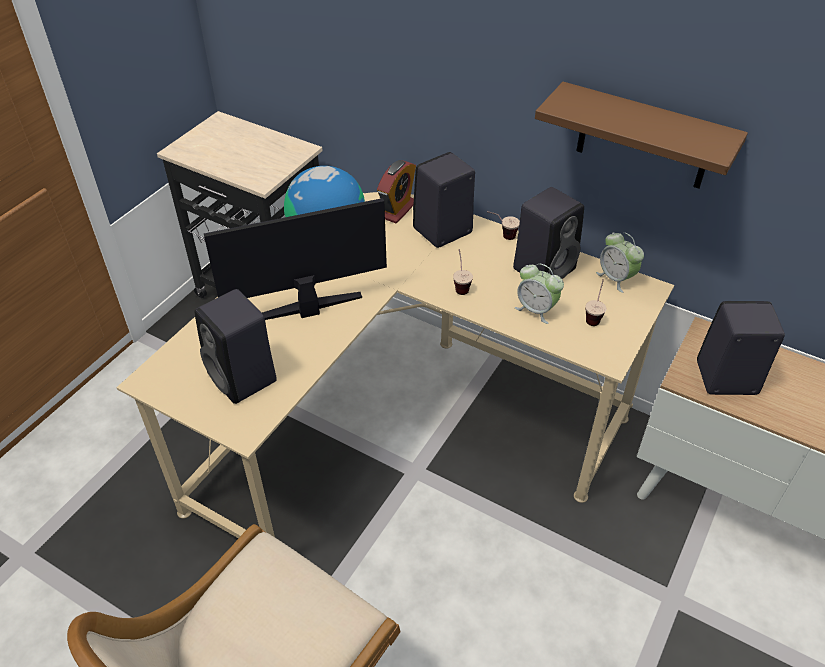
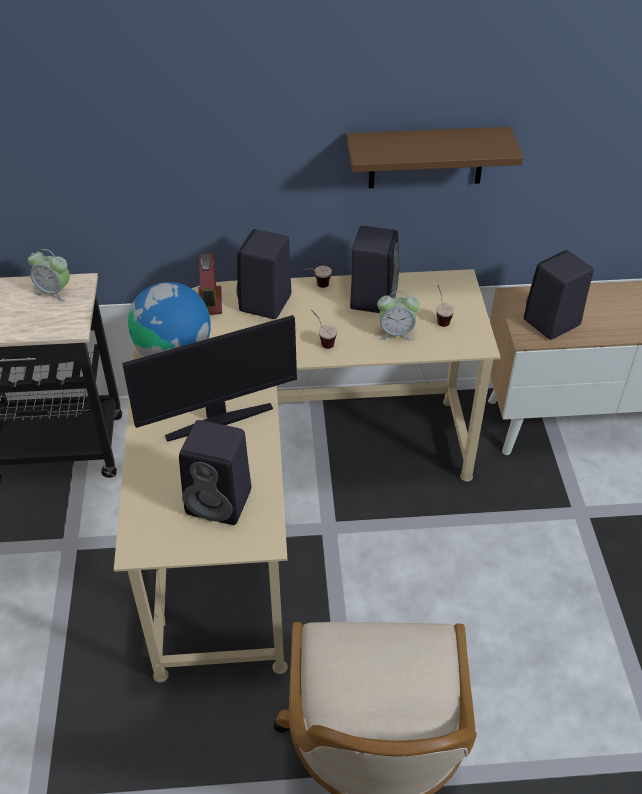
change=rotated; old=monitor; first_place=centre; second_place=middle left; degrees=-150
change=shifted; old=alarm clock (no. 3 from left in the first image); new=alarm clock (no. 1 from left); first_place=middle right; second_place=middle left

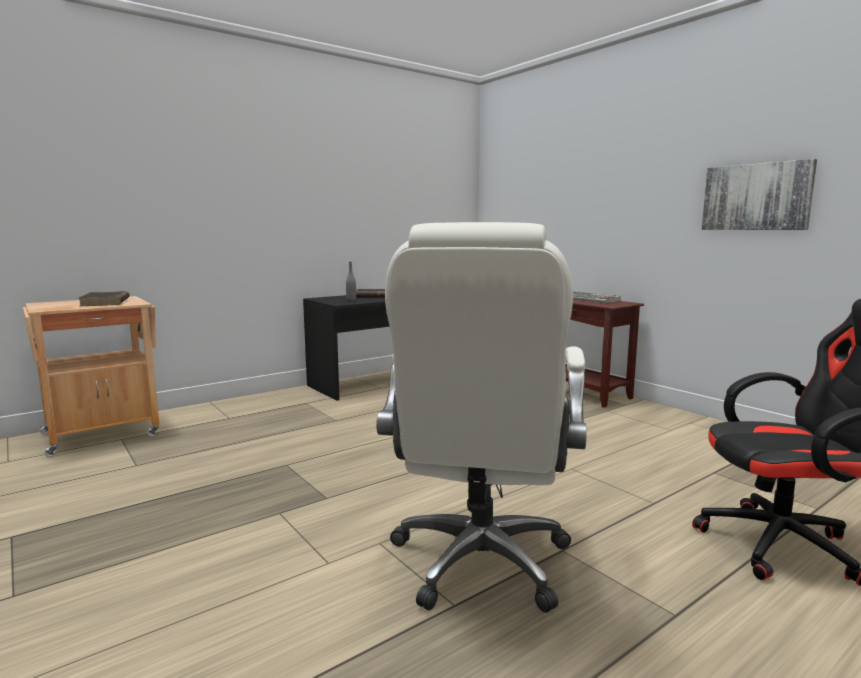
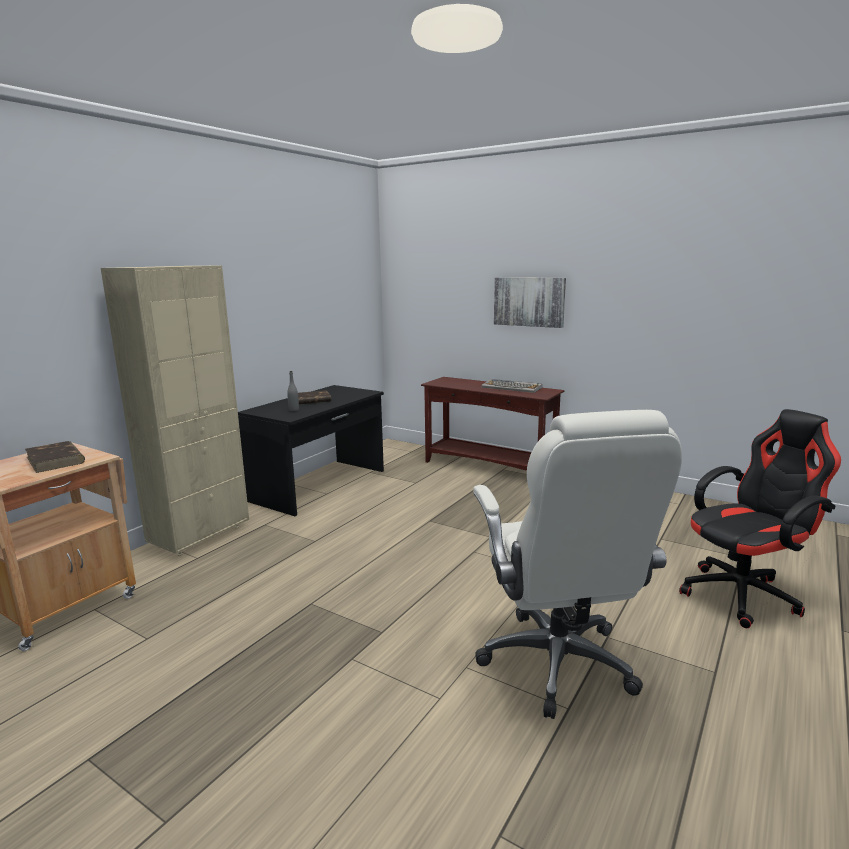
change=shifted; old=picture; first_place=top right; second_place=centre
change=new; new=beige cabinet; second_place=middle left

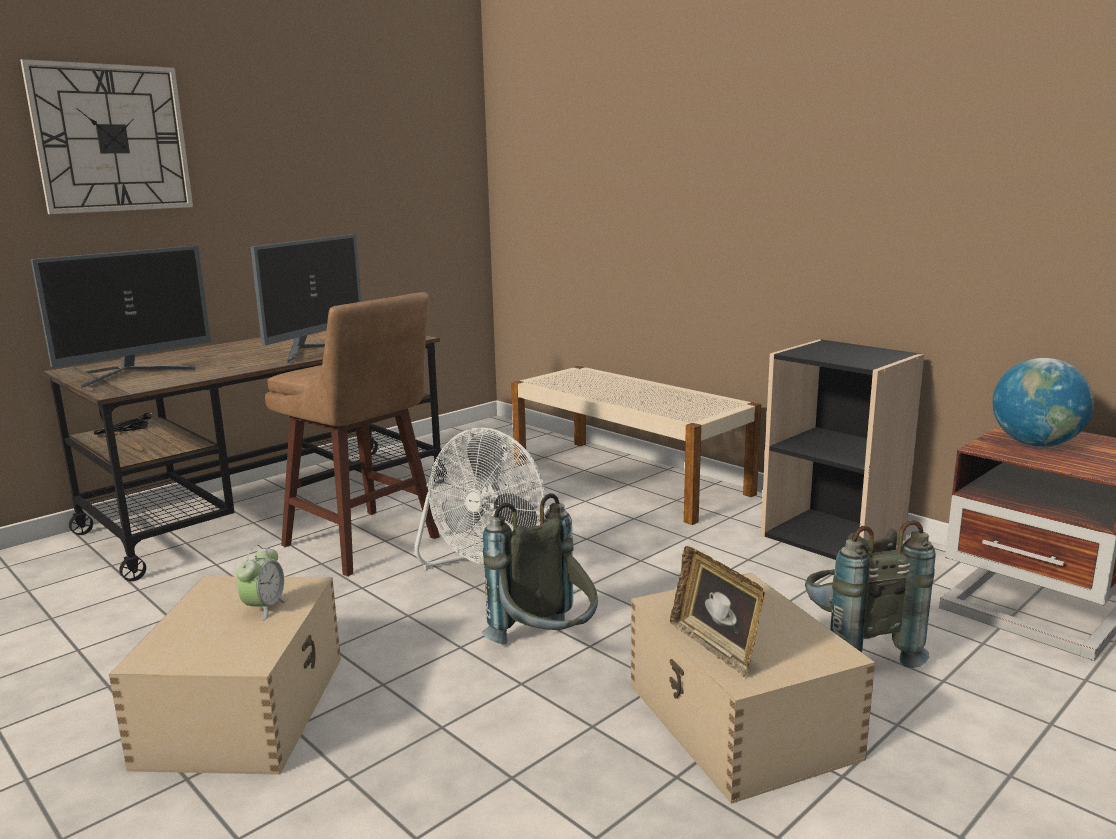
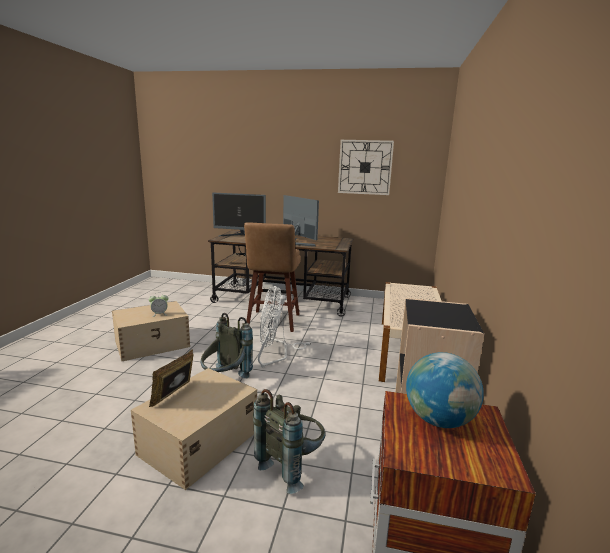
change=shifted; old=wall clock; first_place=top left; second_place=top centre
change=rotated; old=monitor (no. 2 from left); first_place=middle left; second_place=centre; degrees=-120

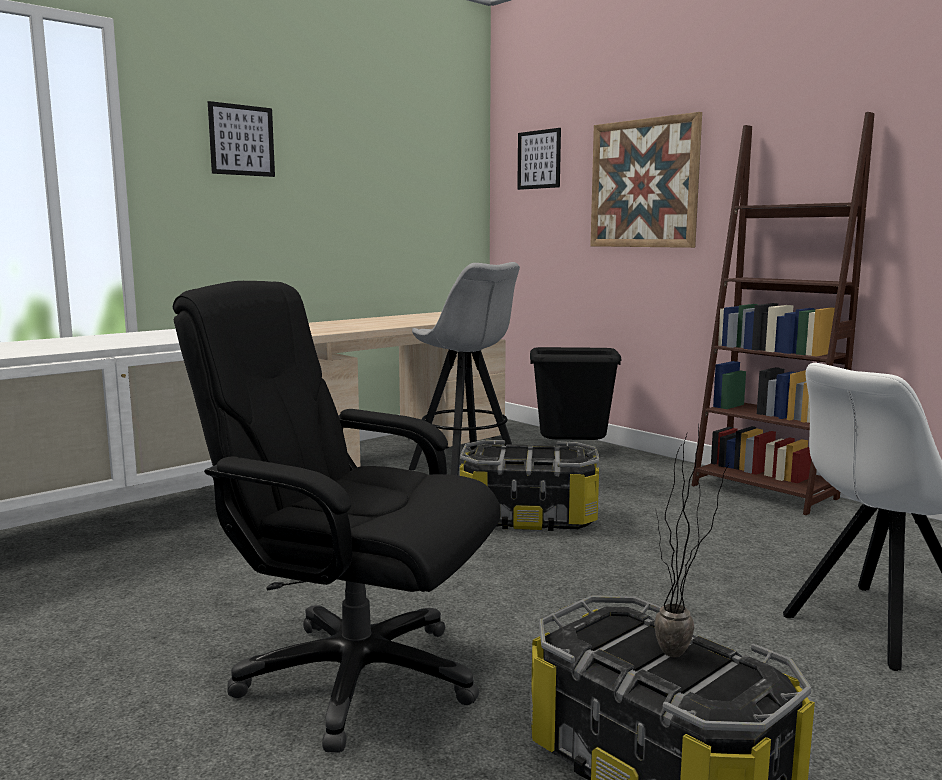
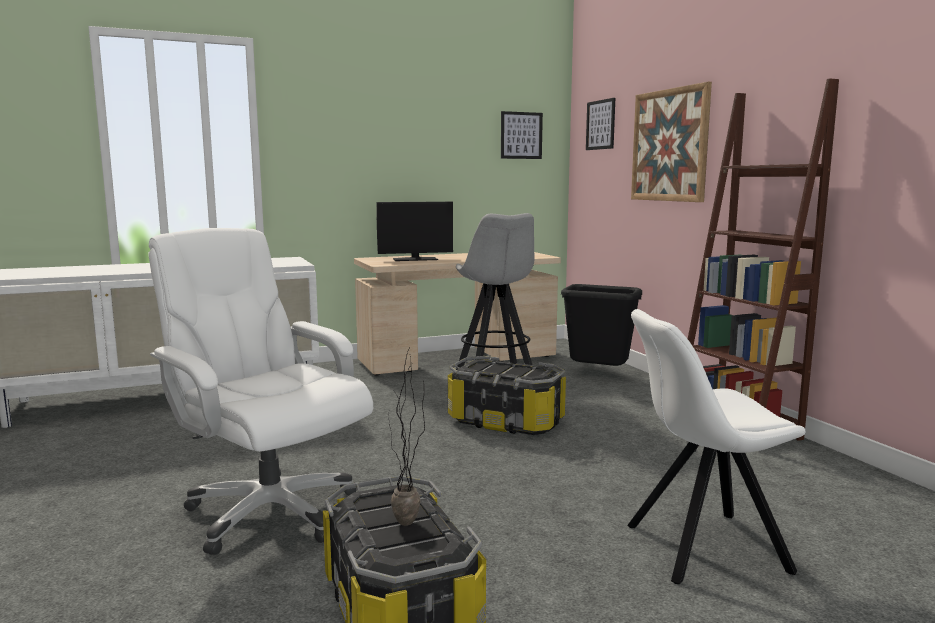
change=repainted; old=black office chair; new=white office chair; first_place=centre; second_place=middle left
change=shifted; old=picture (no. 1 from left); first_place=top left; second_place=top centre
change=new; new=monitor; second_place=centre

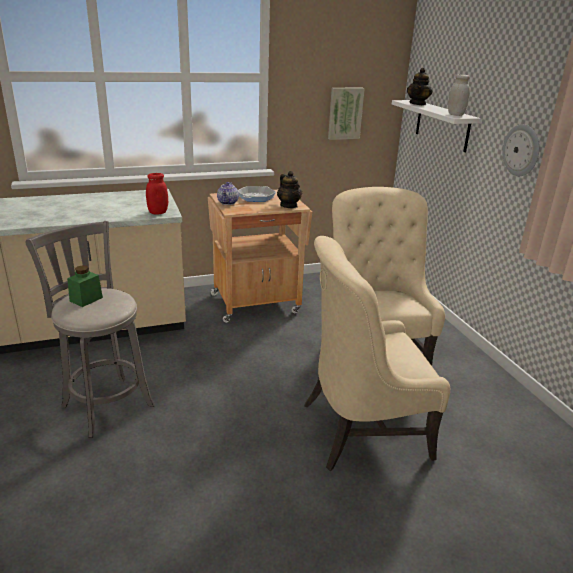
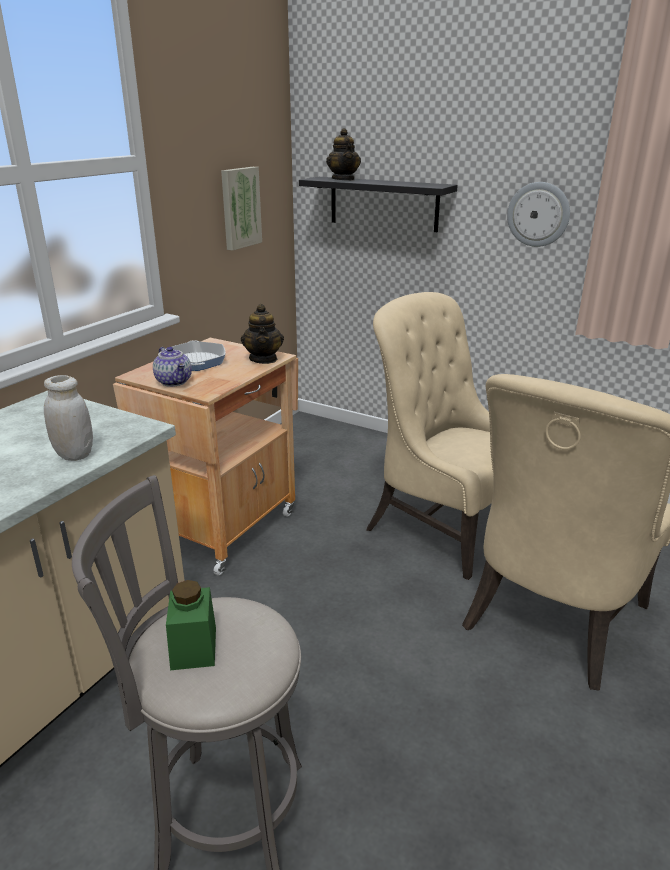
change=gone; old=red jar; first_place=middle left
change=rotated; old=teapot (no. 2 from left); first_place=top centre; second_place=centre; degrees=60
change=repainted; old=white shelf; new=black shelf; first_place=top right; second_place=top centre
change=shifted; old=white jar; first_place=top right; second_place=middle left

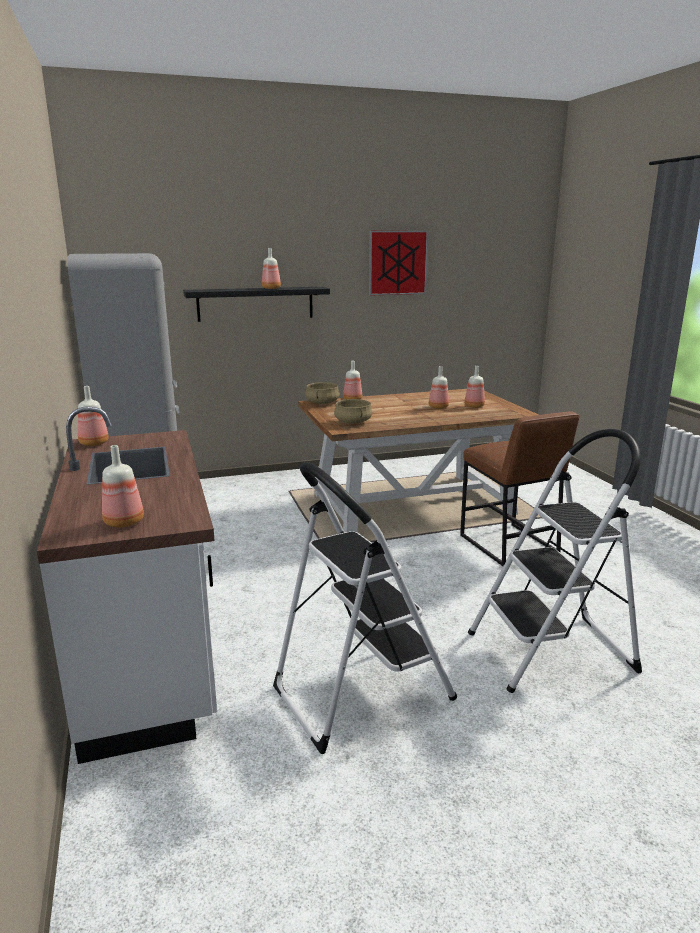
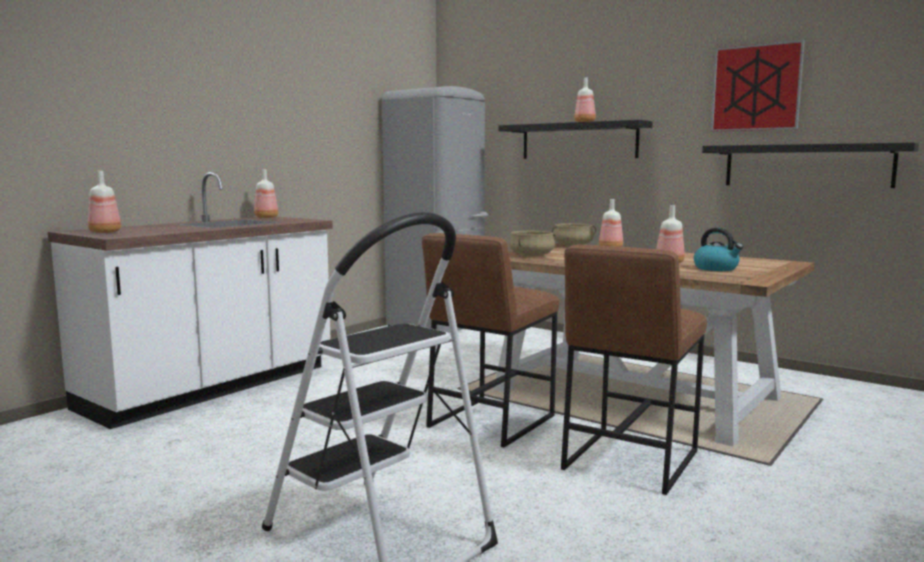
change=gone; old=step ladder (no. 1 from left); first_place=centre
change=swapped; old=bottle (no. 6 from left); new=kettle; first_place=middle right; second_place=middle right
change=new; new=brown chair (no. 1 from left); second_place=centre
change=new; new=black shelf (no. 2 from left); second_place=top right

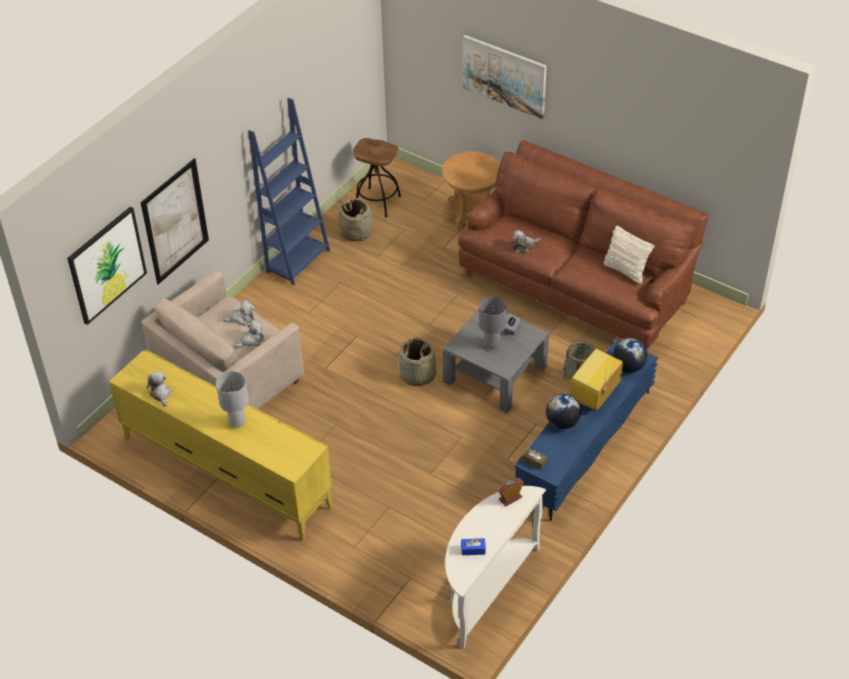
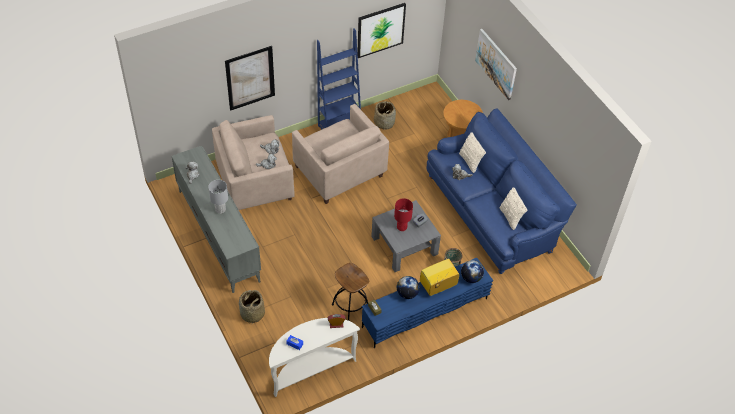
change=shifted; old=picture (no. 1 from left in the first image); new=picture (no. 2 from left); first_place=middle left; second_place=top centre
change=repainted; old=yellow cabinet; new=grey cabinet; first_place=middle left; second_place=middle left
change=shifted; old=brown stool; first_place=top centre; second_place=bottom centre
change=shifted; old=basket (no. 2 from left in the first image); new=basket (no. 1 from left); first_place=centre; second_place=bottom centre
change=repainted; old=brown sofa; new=blue sofa; first_place=middle right; second_place=middle right
change=repainted; old=grey table lamp (no. 2 from left); new=red table lamp; first_place=centre; second_place=centre
change=new; new=beige armchair (no. 2 from left); second_place=centre
change=new; new=beige pillow (no. 1 from left); second_place=centre

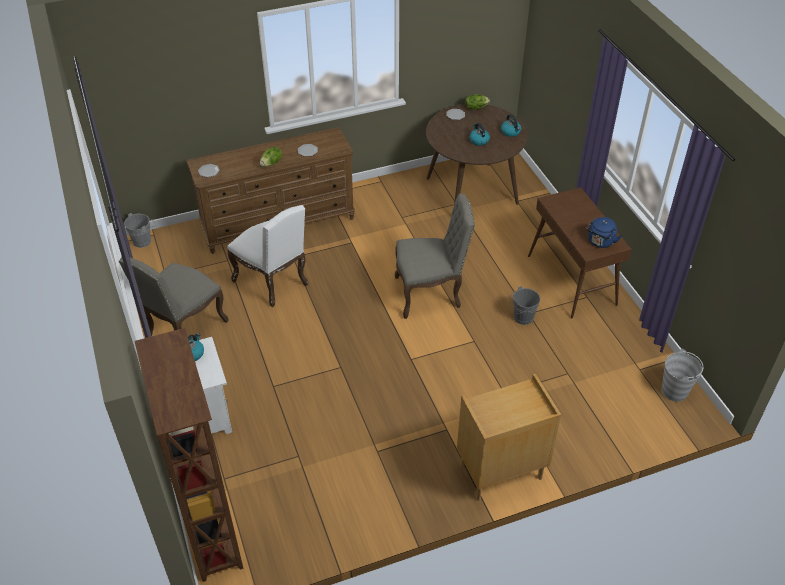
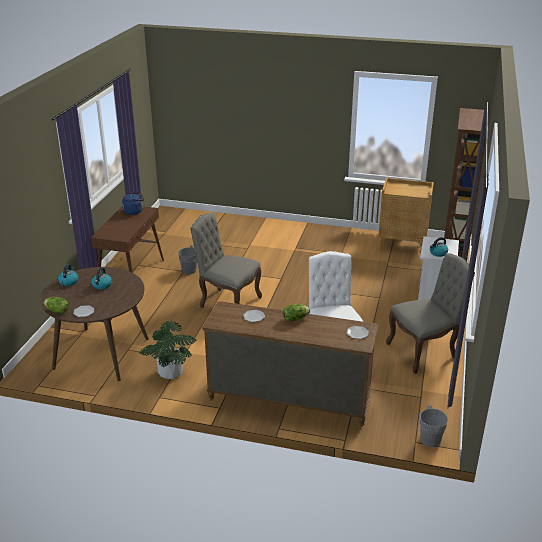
change=shifted; old=brown cabinet; first_place=bottom centre; second_place=middle right
change=gone; old=grey bucket (no. 3 from left); first_place=middle right
change=new; new=potted plant; second_place=middle left

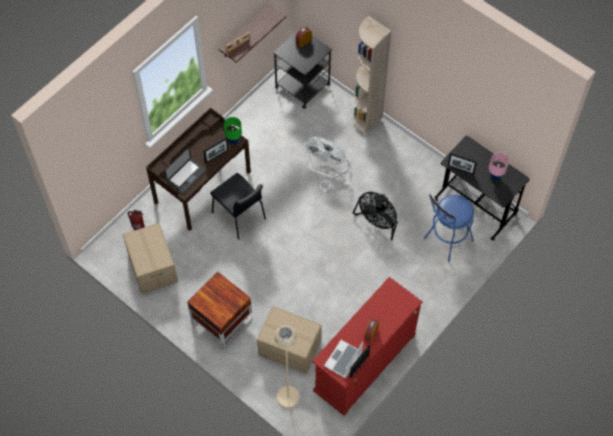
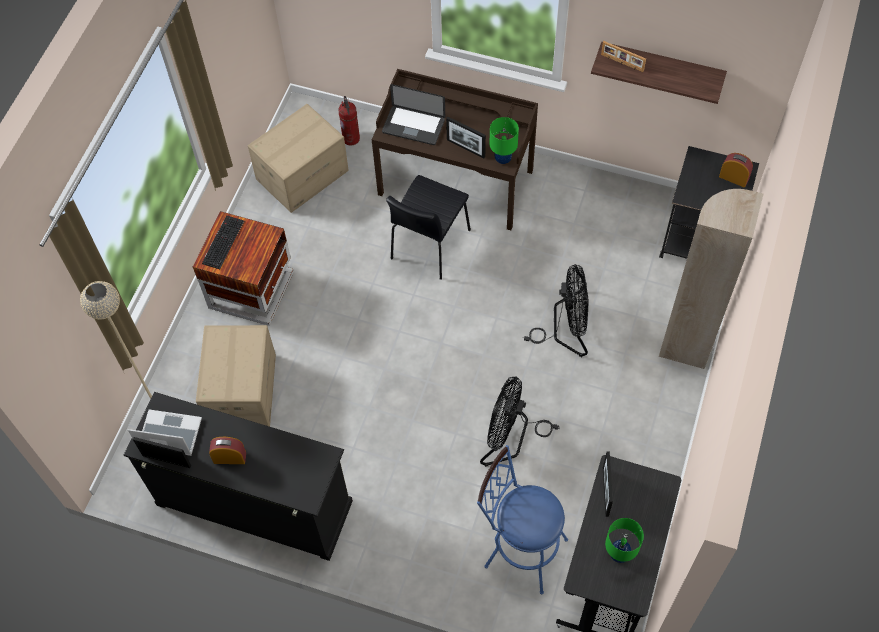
change=repainted; old=white fan; new=black fan (no. 2 from left); first_place=centre; second_place=centre
change=repainted; old=red cabinet; new=black cabinet; first_place=bottom centre; second_place=bottom left
change=repainted; old=pink table lamp; new=green table lamp (no. 2 from left); first_place=middle right; second_place=bottom right
change=new; new=keyboard; second_place=middle left

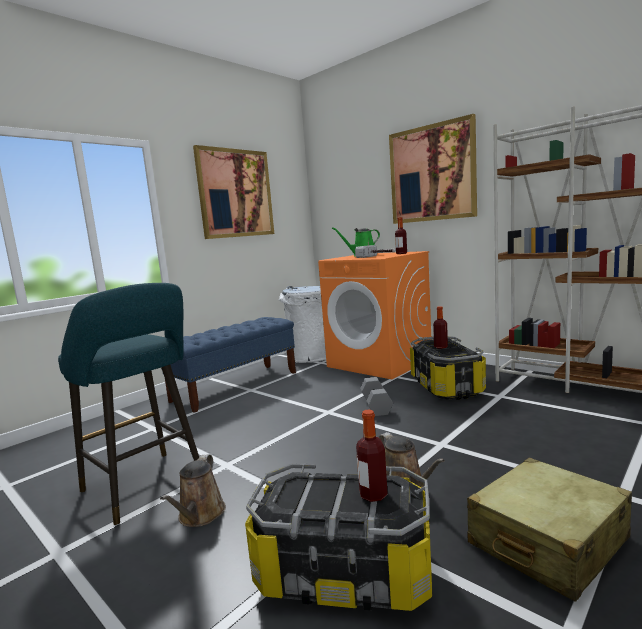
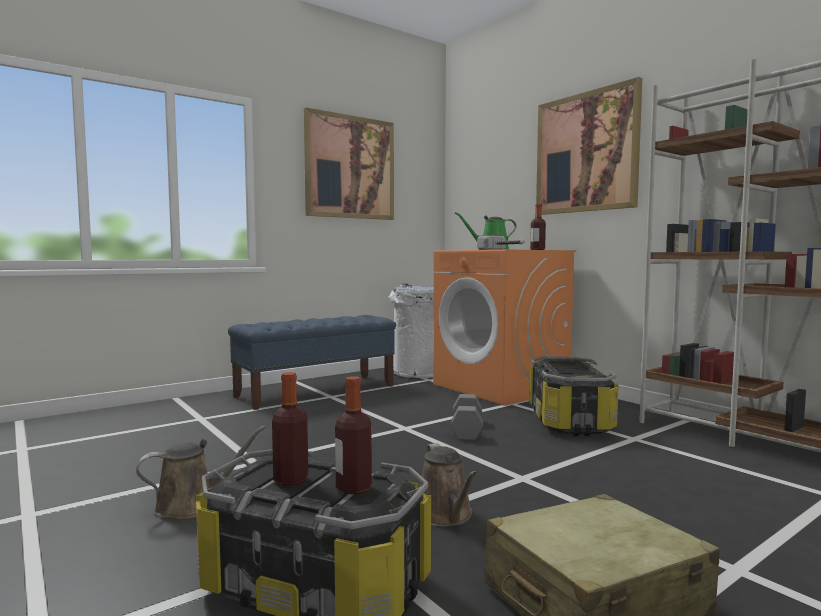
change=gone; old=turquoise stool; first_place=middle left
change=rotated; old=brown watering can (no. 1 from left); first_place=bottom left; second_place=bottom left; degrees=-135
change=shifted; old=bottle (no. 3 from left in the first image); new=bottle (no. 1 from left); first_place=middle right; second_place=bottom centre

